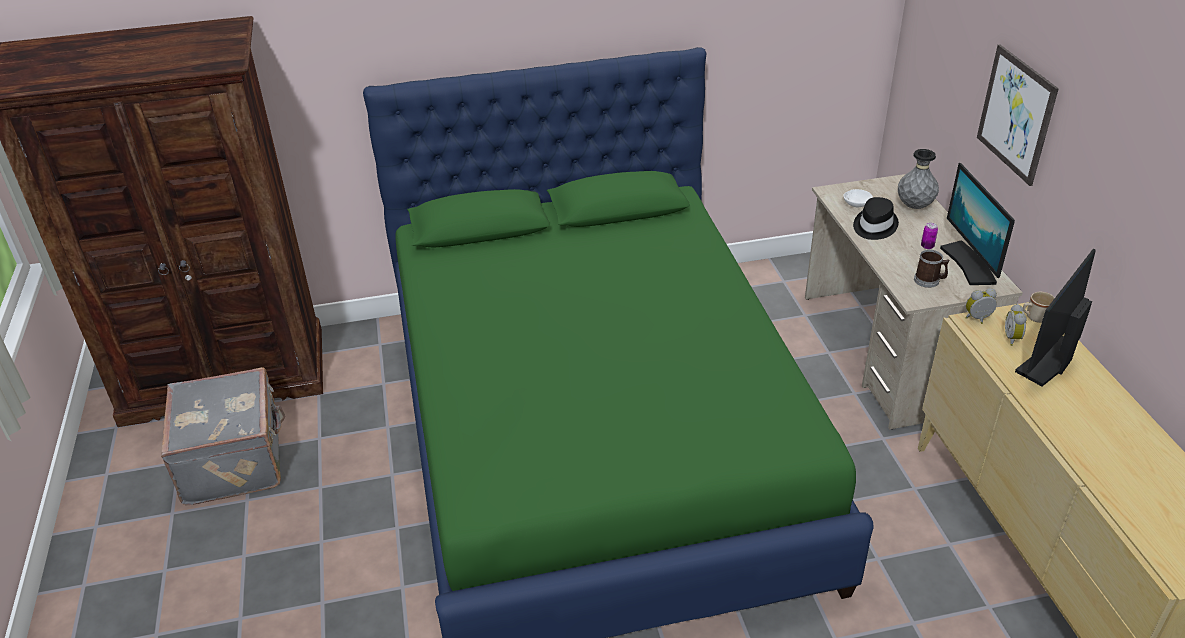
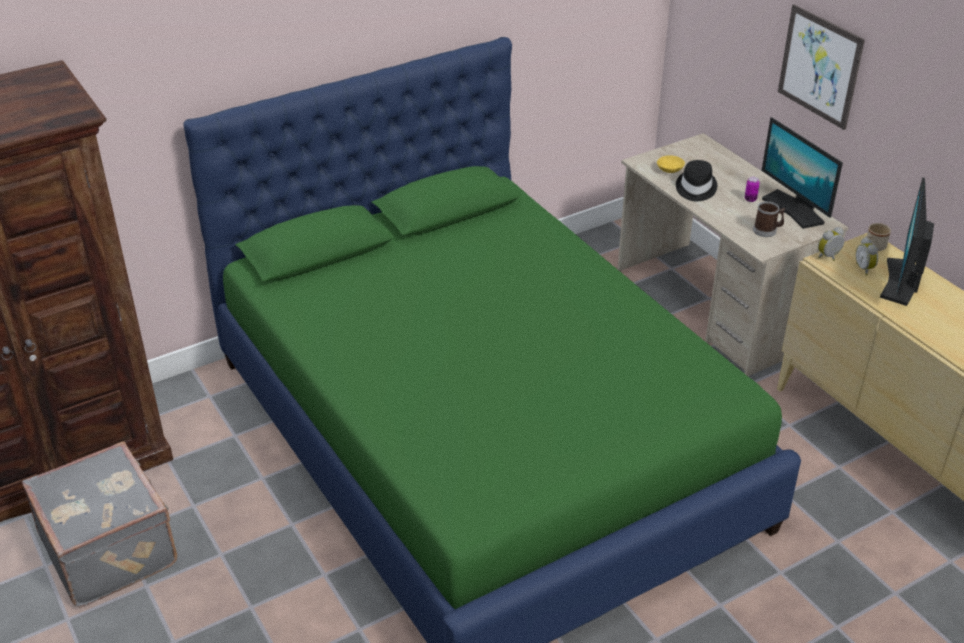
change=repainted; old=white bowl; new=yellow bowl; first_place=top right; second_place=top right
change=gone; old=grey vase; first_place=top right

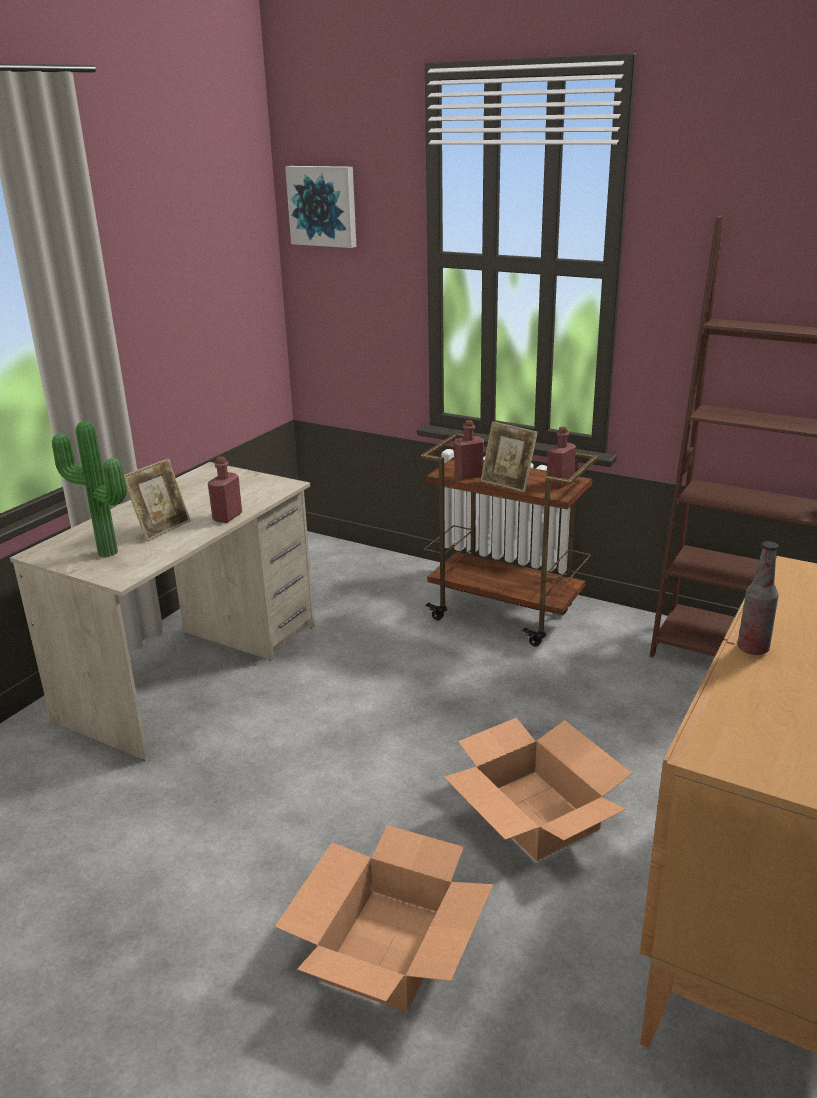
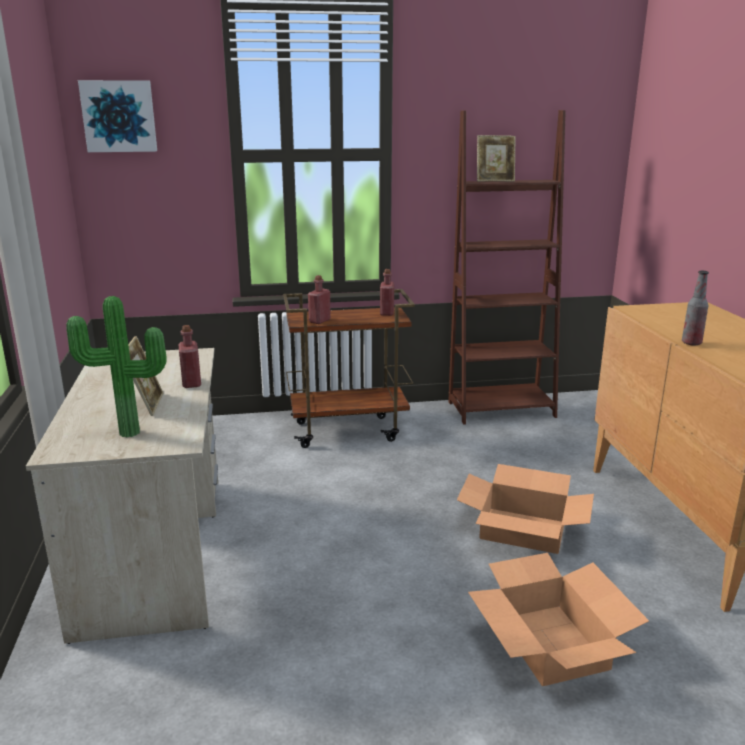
change=shifted; old=picture frame (no. 2 from left); first_place=centre; second_place=top centre

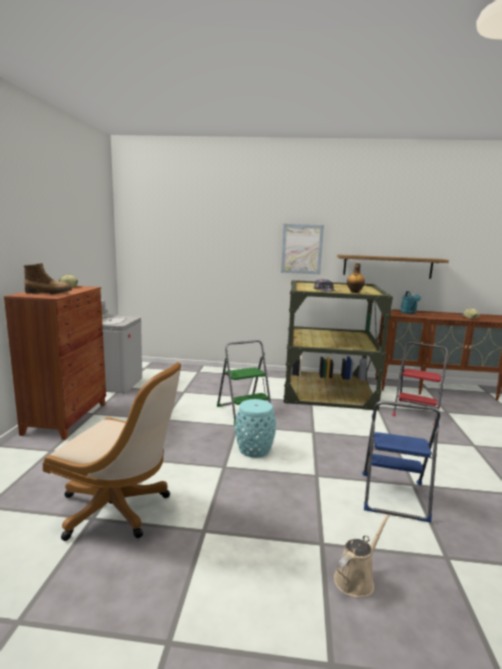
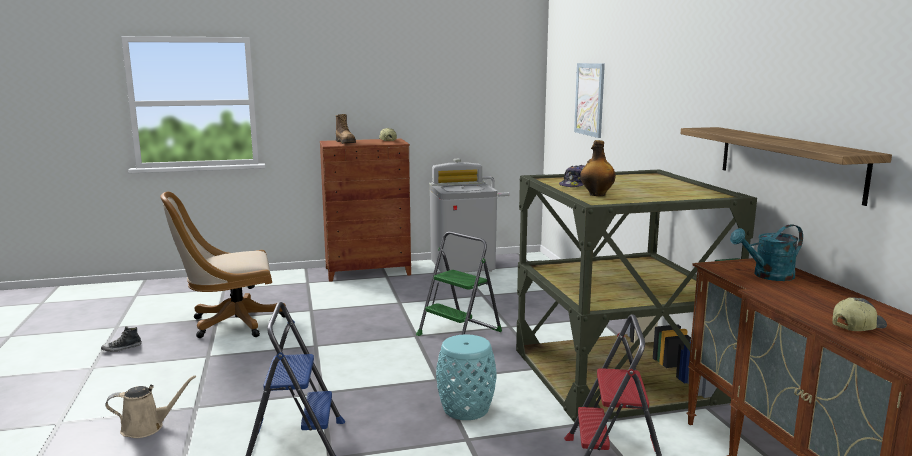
change=rotated; old=office chair; first_place=bottom left; second_place=middle left; degrees=75
change=shifted; old=turquoise stool; first_place=centre; second_place=bottom centre
change=shifted; old=picture; first_place=centre; second_place=top centre
change=rotated; old=beige watering can; first_place=bottom right; second_place=bottom left; degrees=-45
change=new; new=shoe; second_place=bottom left

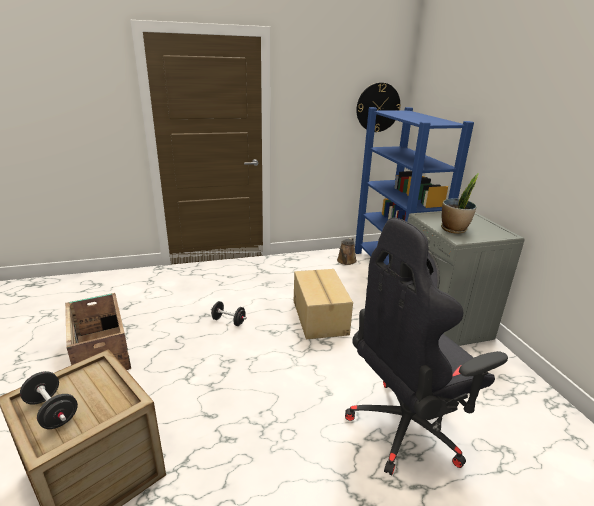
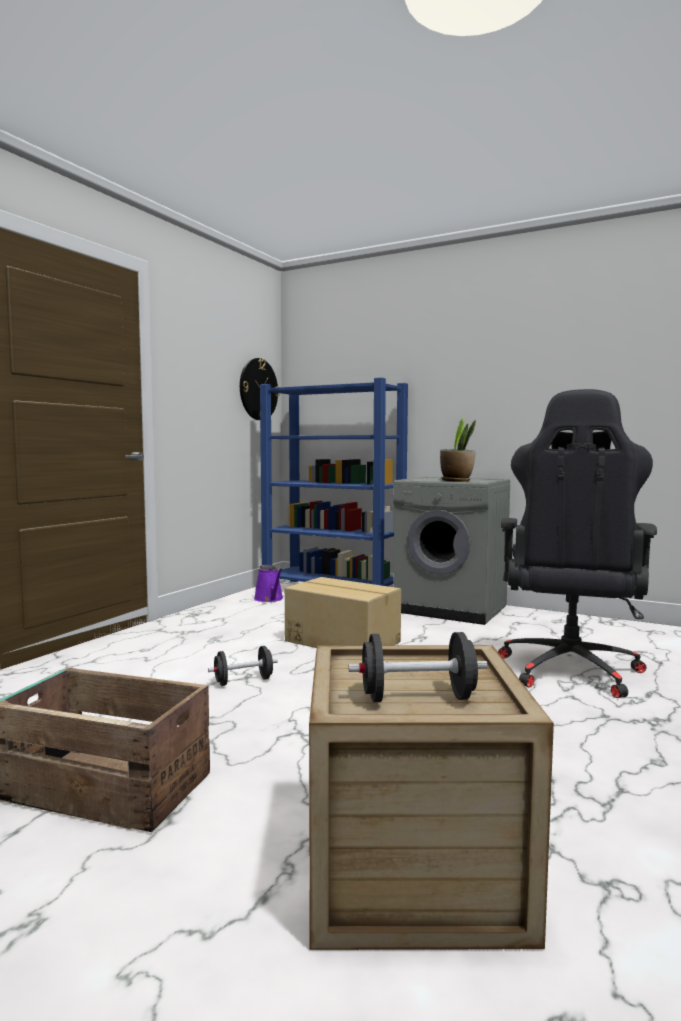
change=repainted; old=brown watering can; new=purple watering can; first_place=centre; second_place=centre

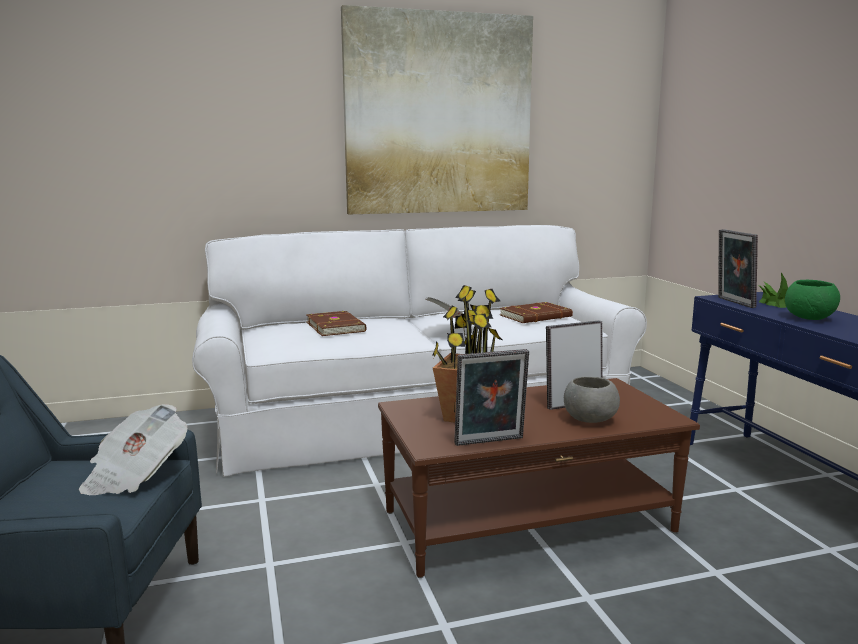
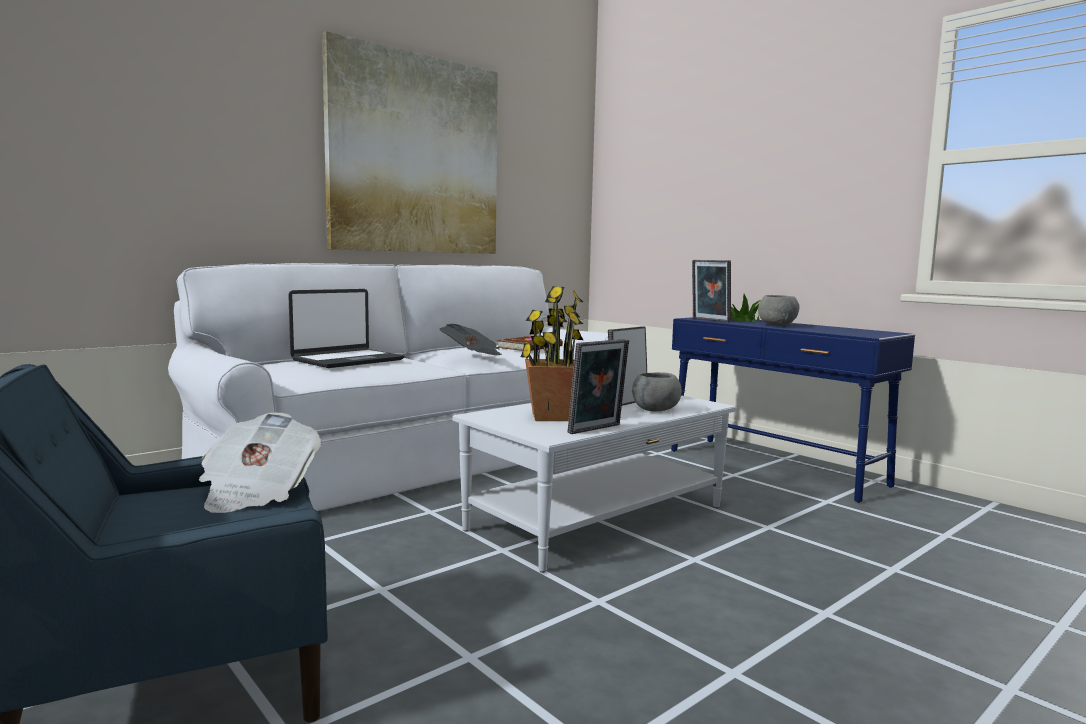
change=swapped; old=brown book (no. 1 from left); new=laptop; first_place=centre; second_place=middle left
change=repainted; old=brown coffee table; new=white coffee table; first_place=bottom centre; second_place=bottom centre
change=repainted; old=green bowl; new=grey bowl (no. 2 from left); first_place=middle right; second_place=middle right

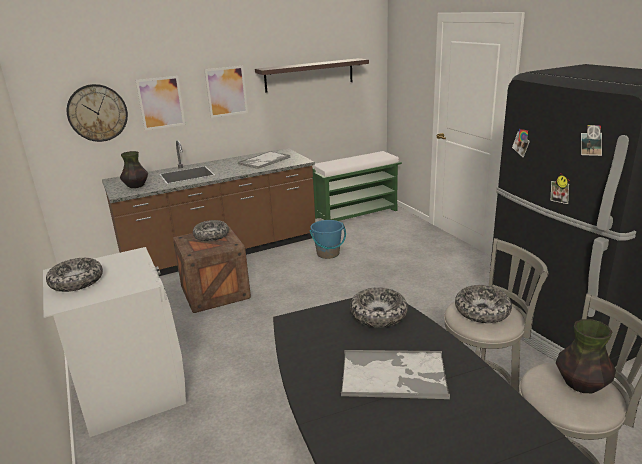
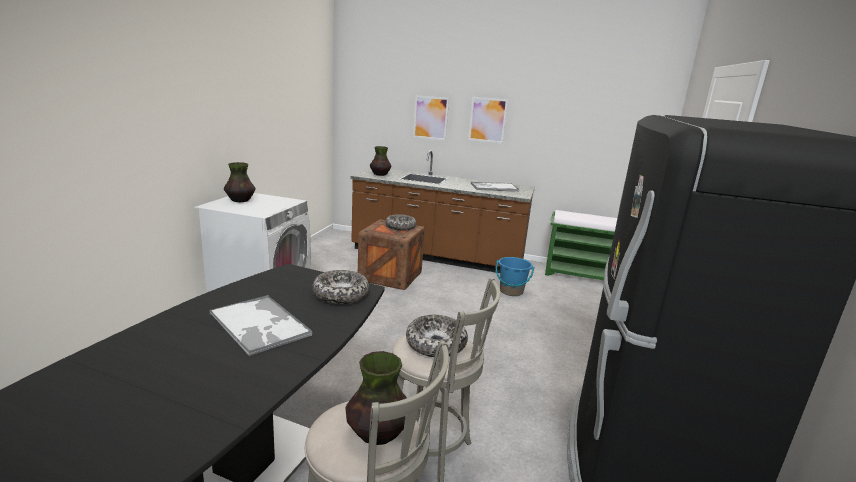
change=swapped; old=bowl (no. 1 from left); new=vase (no. 1 from left); first_place=middle left; second_place=middle left
change=gone; old=wall clock; first_place=top left
change=gone; old=shelf; first_place=top centre

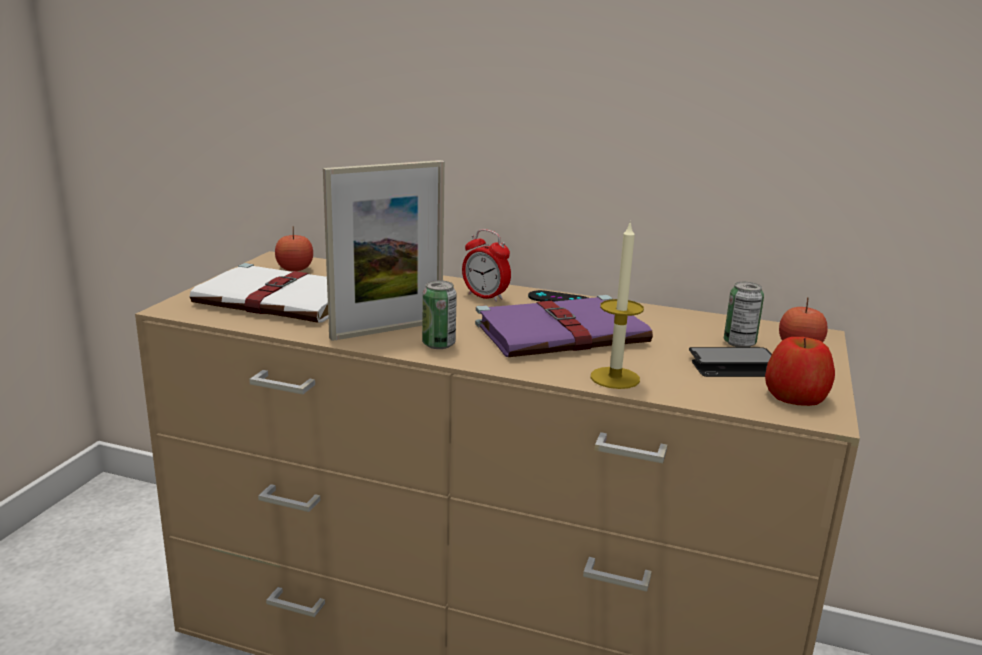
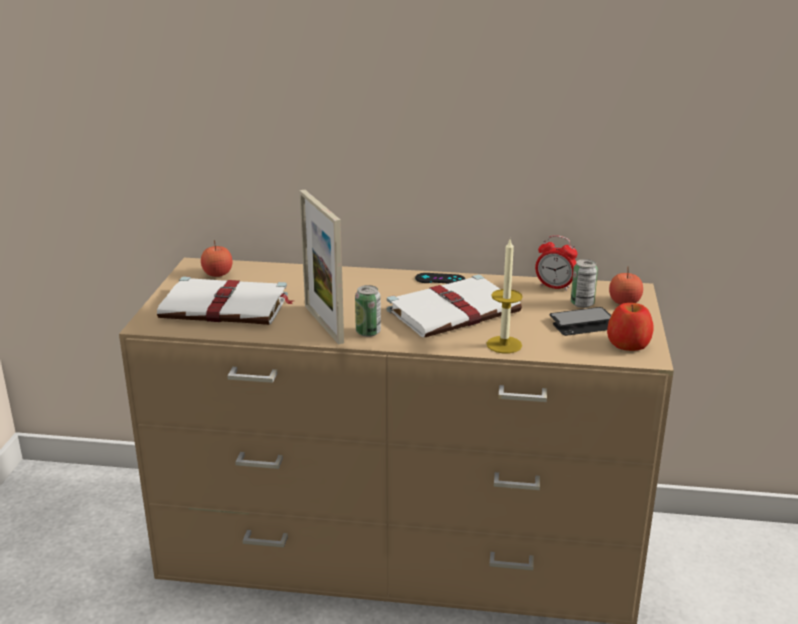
change=rotated; old=picture frame; first_place=centre; second_place=centre; degrees=105
change=shifted; old=alarm clock; first_place=centre; second_place=middle right
change=repainted; old=purple book; new=white book (no. 2 from left); first_place=centre; second_place=centre

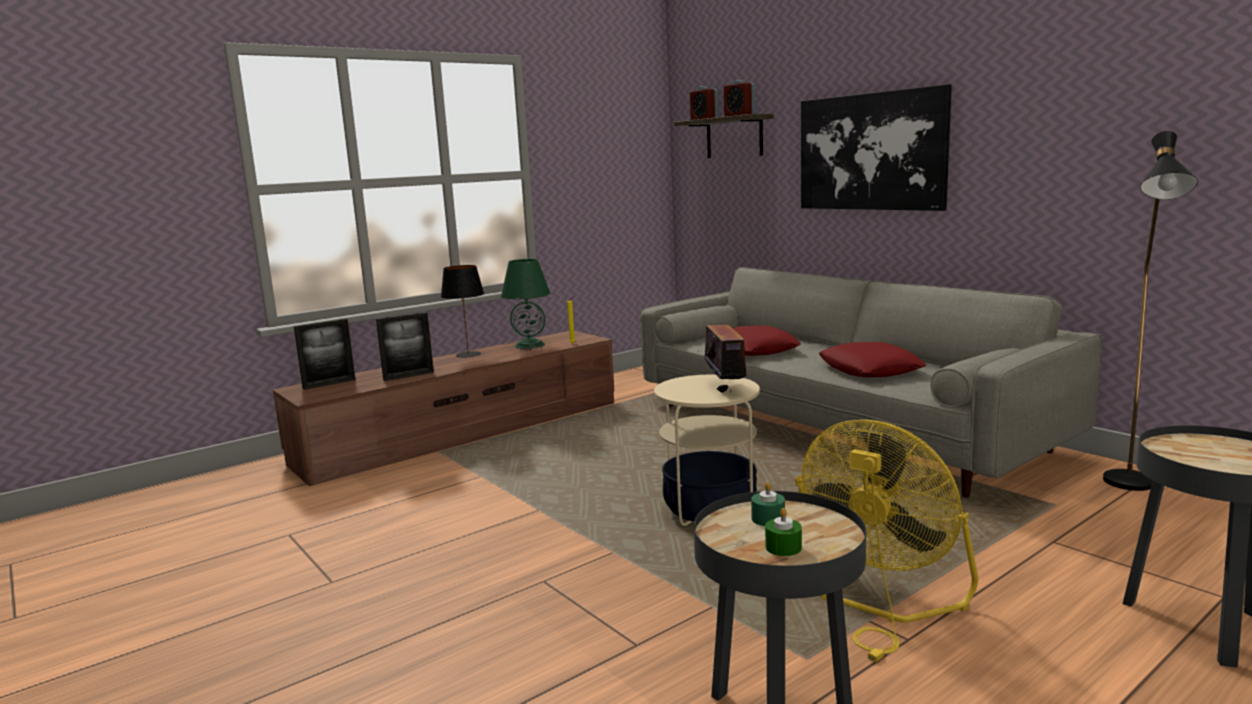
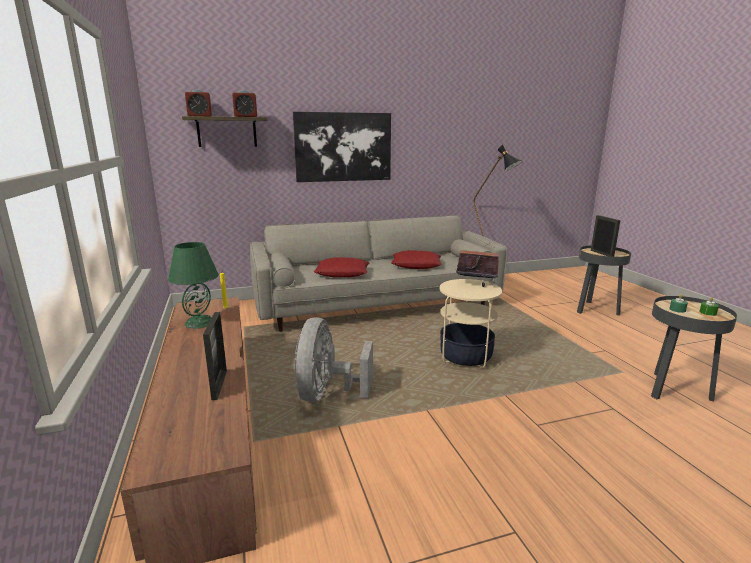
change=shifted; old=picture frame (no. 1 from left in the first image); new=picture frame (no. 2 from left); first_place=middle left; second_place=middle right
change=gone; old=black table lamp; first_place=centre
change=gone; old=yellow fan; first_place=bottom right
change=new; new=grey fan; second_place=centre

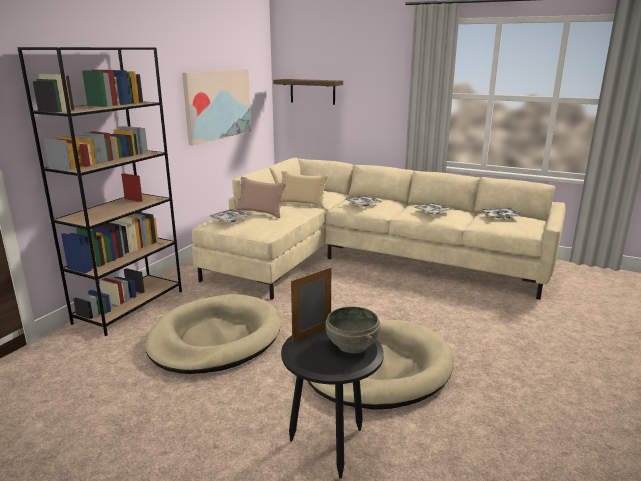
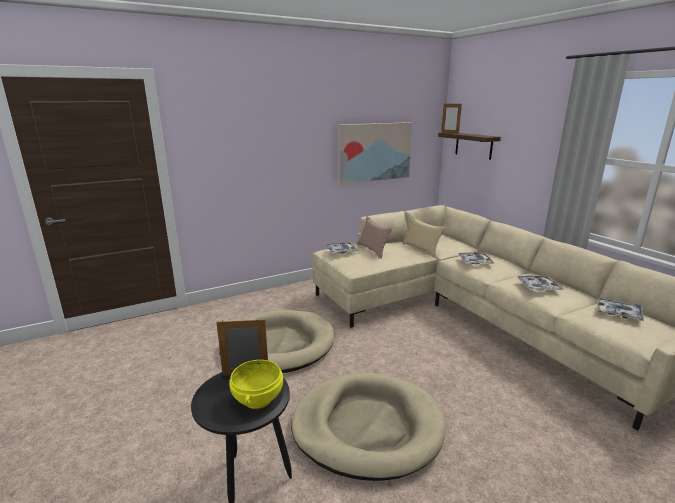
change=gone; old=beige bookcase; first_place=middle left
change=repainted; old=grey bowl; new=yellow bowl; first_place=bottom centre; second_place=bottom centre
change=new; new=picture frame (no. 2 from left); second_place=top right

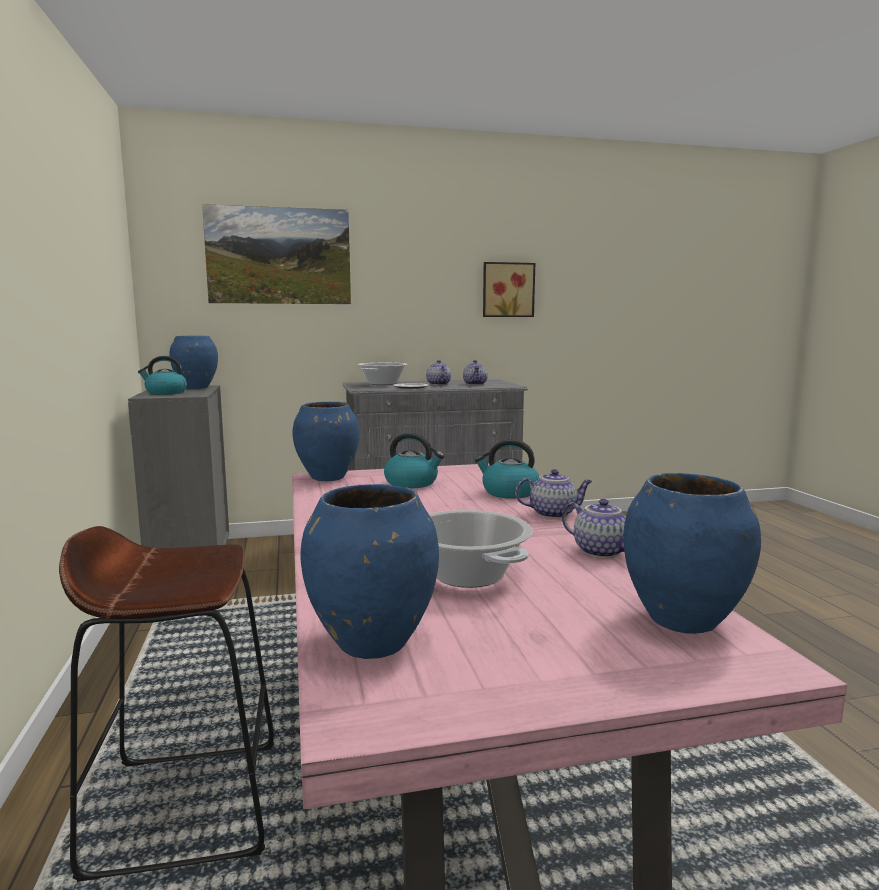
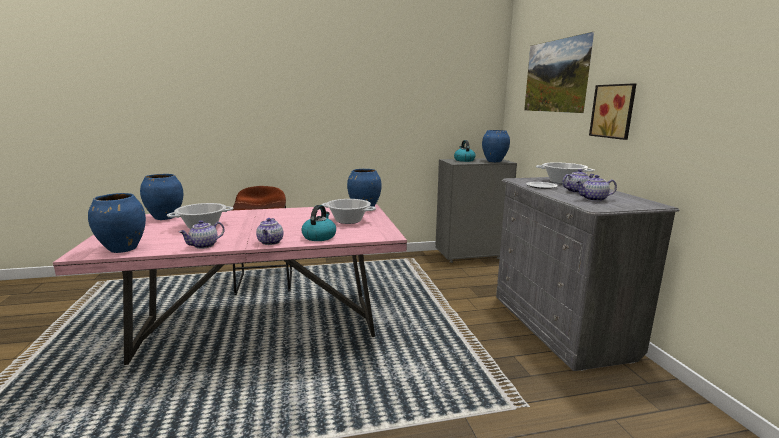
change=swapped; old=kettle (no. 2 from left); new=cooking pot (no. 2 from left); first_place=centre; second_place=centre
change=shifted; old=picture (no. 2 from left); first_place=top centre; second_place=top right

